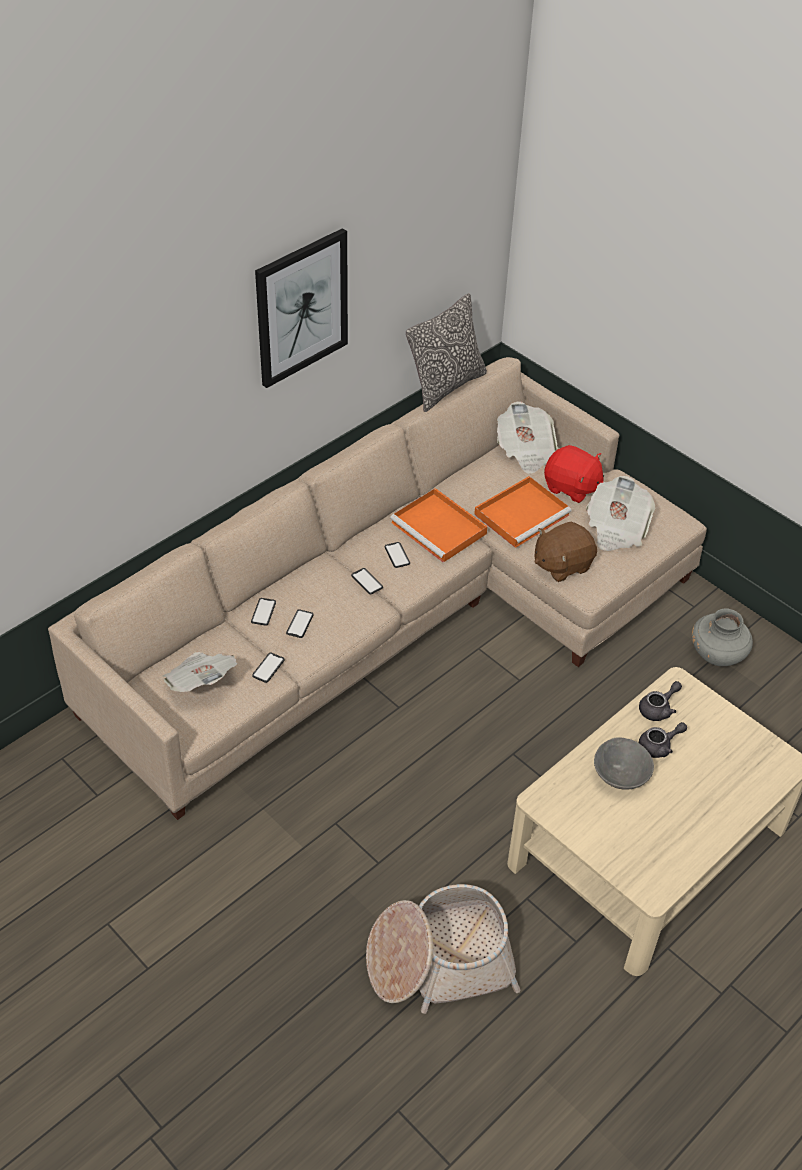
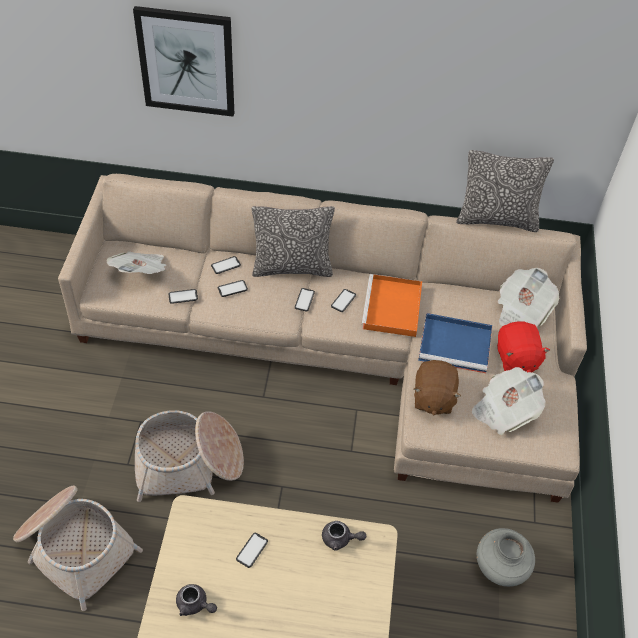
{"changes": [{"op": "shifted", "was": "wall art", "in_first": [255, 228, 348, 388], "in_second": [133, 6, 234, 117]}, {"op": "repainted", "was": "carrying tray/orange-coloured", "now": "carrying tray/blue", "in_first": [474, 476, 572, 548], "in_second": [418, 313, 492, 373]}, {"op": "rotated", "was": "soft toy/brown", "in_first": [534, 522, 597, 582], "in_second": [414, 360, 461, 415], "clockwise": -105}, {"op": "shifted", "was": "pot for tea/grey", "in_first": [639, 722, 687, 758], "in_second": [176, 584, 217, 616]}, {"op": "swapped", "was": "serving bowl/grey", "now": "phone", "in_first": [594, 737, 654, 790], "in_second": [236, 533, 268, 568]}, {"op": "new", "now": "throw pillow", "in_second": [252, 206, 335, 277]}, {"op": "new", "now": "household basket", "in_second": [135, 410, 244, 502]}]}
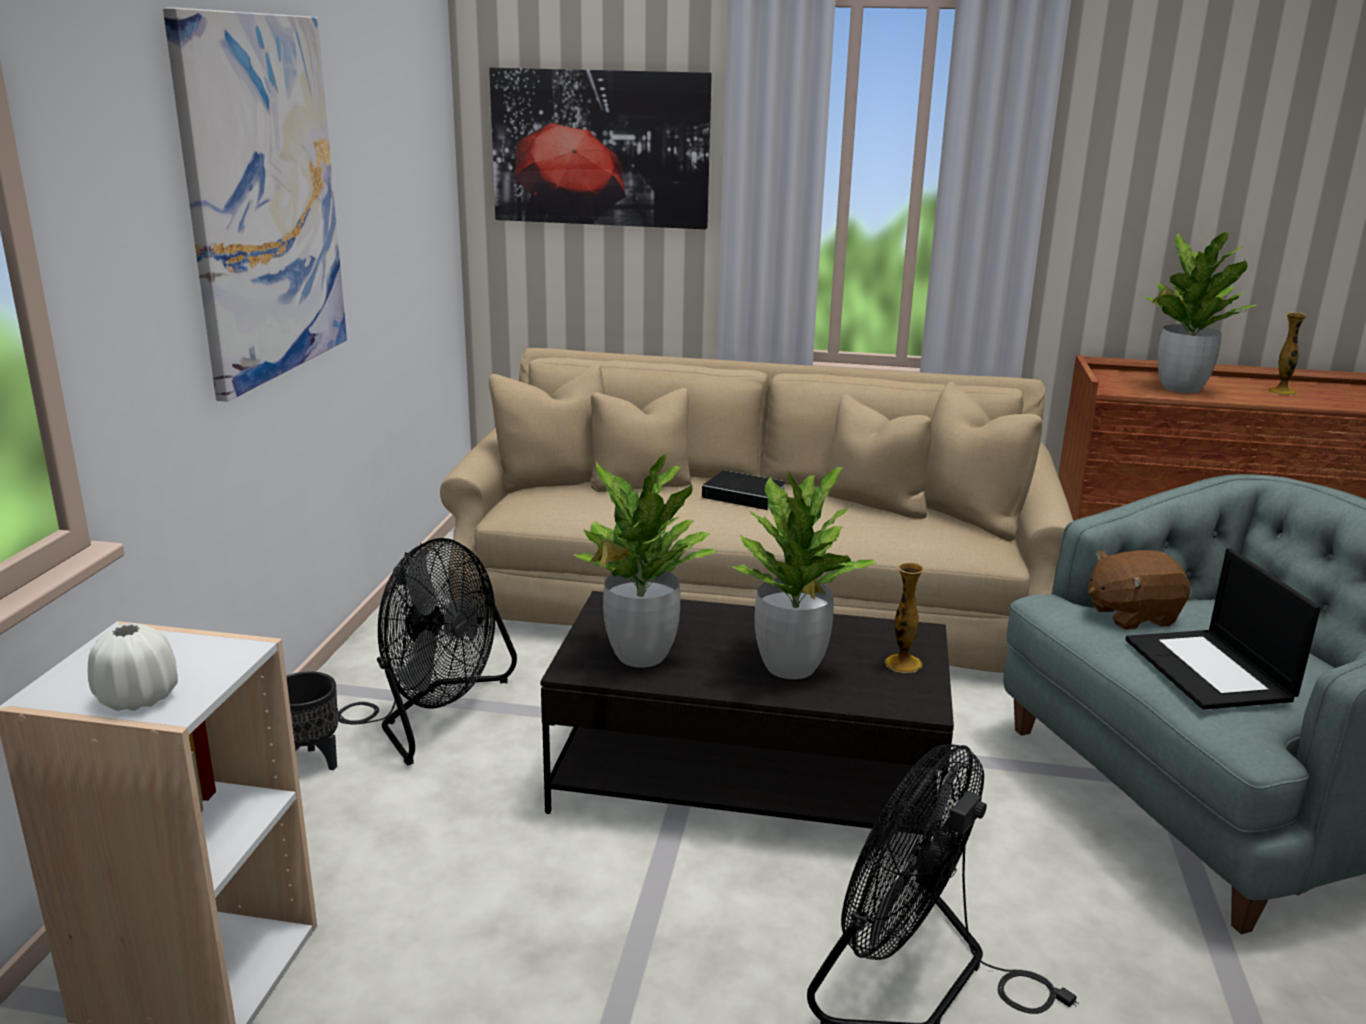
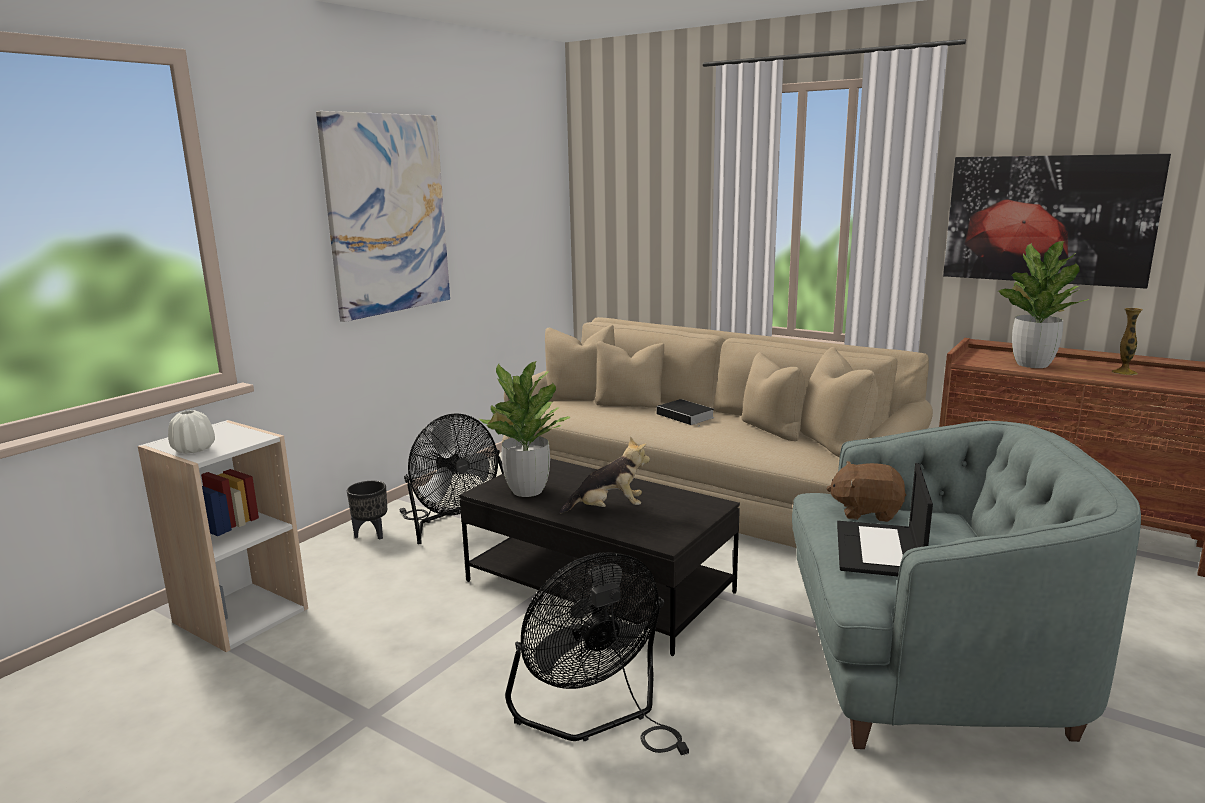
{"changes": [{"op": "shifted", "was": "wall art", "in_first": [489, 67, 712, 229], "in_second": [943, 154, 1171, 289]}, {"op": "swapped", "was": "potted plant", "now": "soft toy", "in_first": [730, 467, 876, 679], "in_second": [559, 437, 650, 514]}, {"op": "gone", "was": "vase", "in_first": [885, 562, 924, 673]}]}
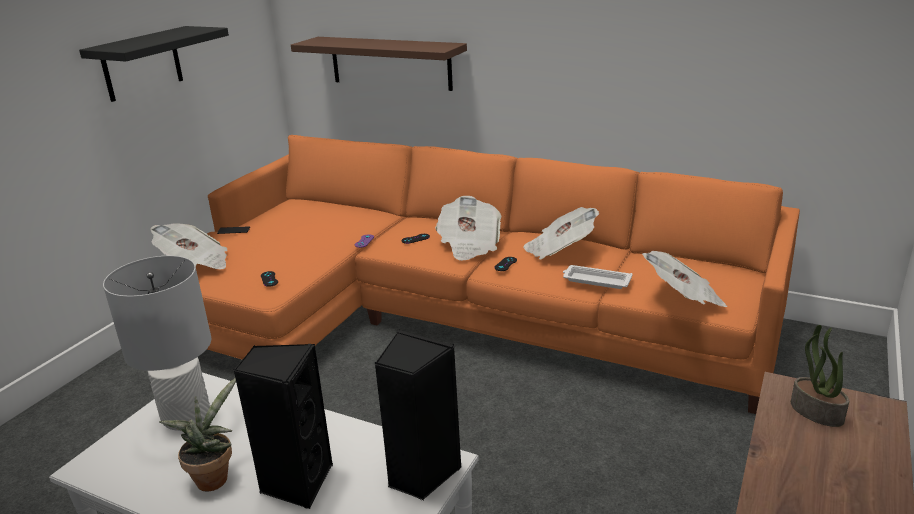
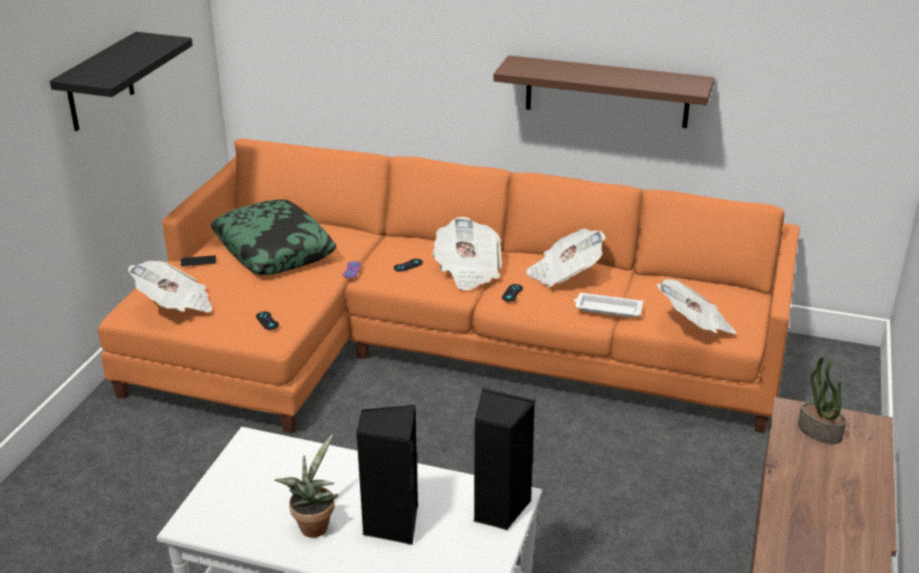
{"changes": [{"op": "shifted", "was": "shelf/brown", "in_first": [291, 37, 467, 91], "in_second": [493, 55, 715, 128]}, {"op": "gone", "was": "lamp for a table/grey", "in_first": [103, 256, 211, 431]}, {"op": "new", "now": "throw pillow", "in_second": [211, 200, 337, 275]}]}
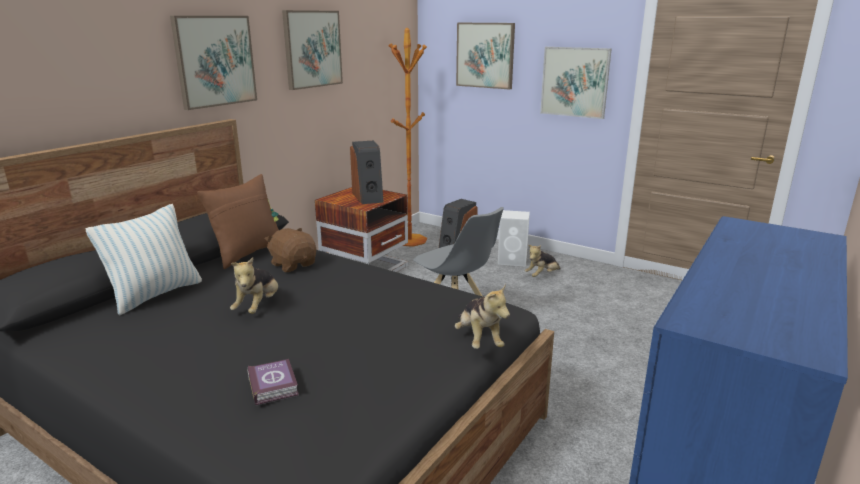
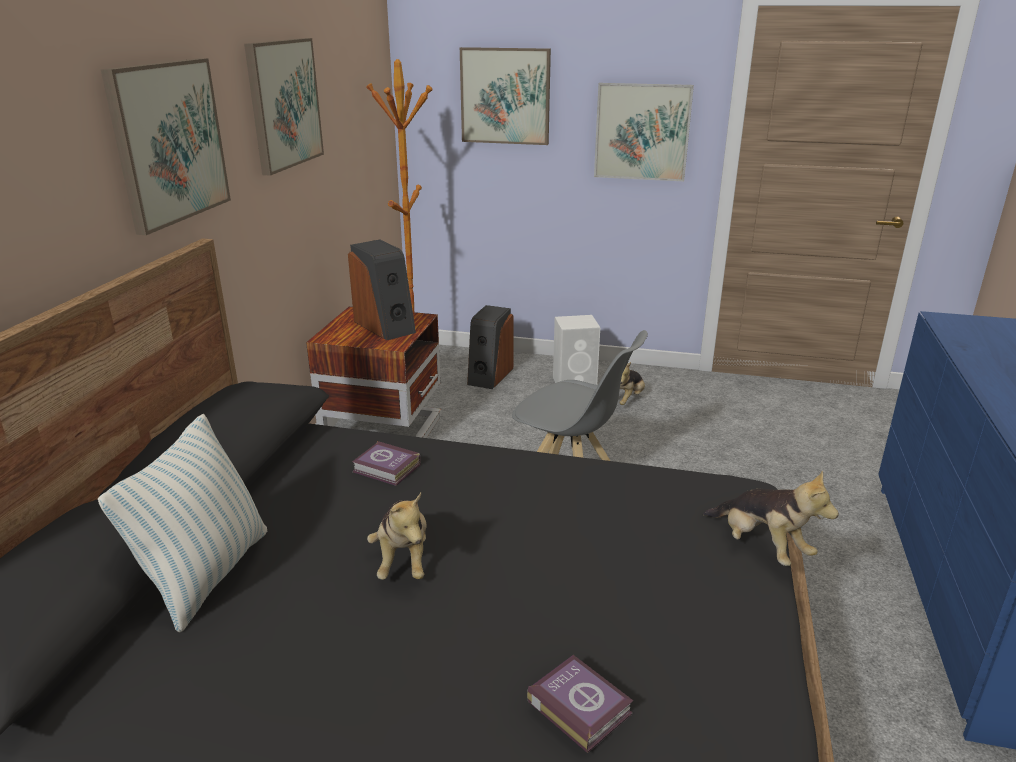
{"changes": [{"op": "gone", "was": "throw pillow/brown", "in_first": [197, 174, 279, 269]}, {"op": "swapped", "was": "soft toy/brown", "now": "book", "in_first": [265, 228, 316, 272], "in_second": [352, 441, 421, 486]}]}
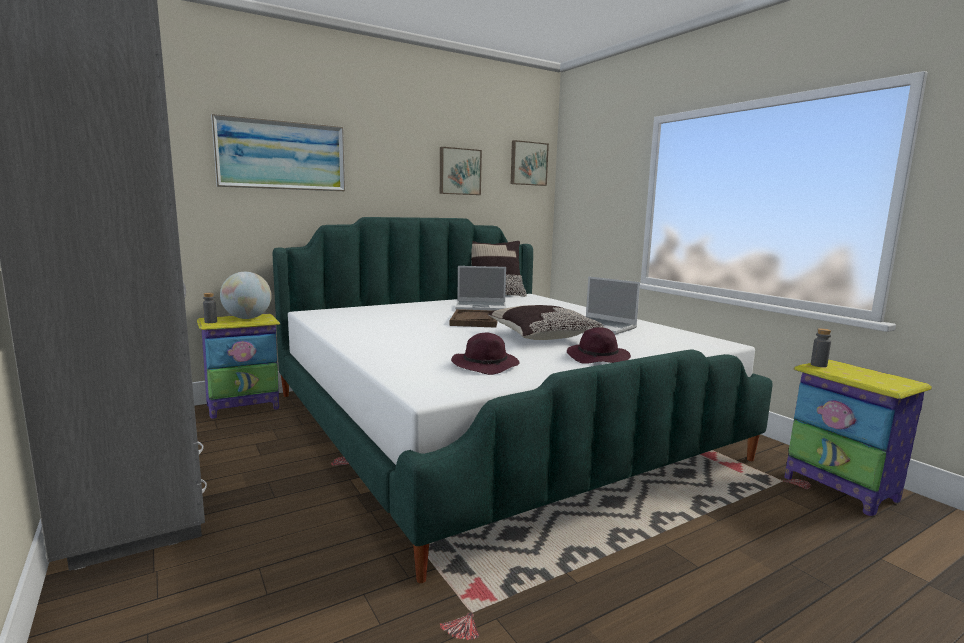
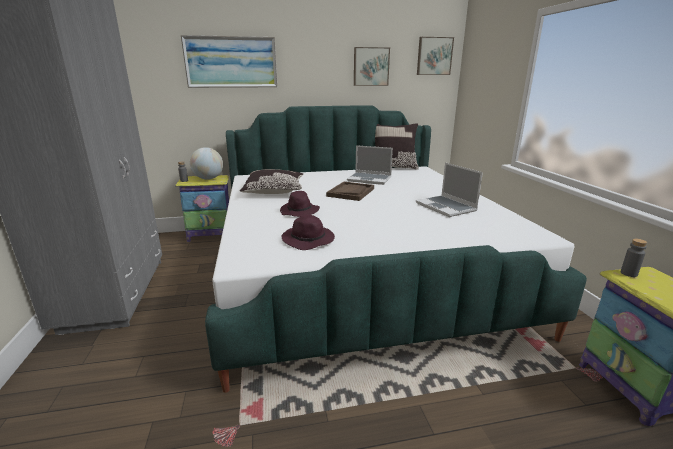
{"changes": [{"op": "shifted", "was": "throw pillow", "in_first": [488, 305, 604, 340], "in_second": [240, 169, 303, 194]}, {"op": "shifted", "was": "wearable hat/purplish", "in_first": [567, 327, 631, 364], "in_second": [280, 191, 320, 217]}]}
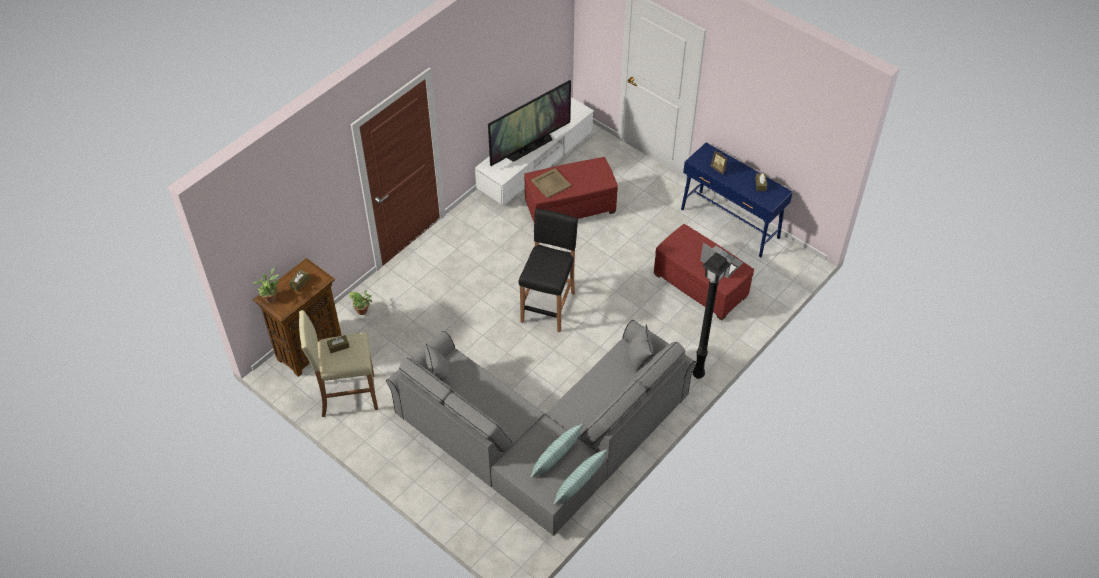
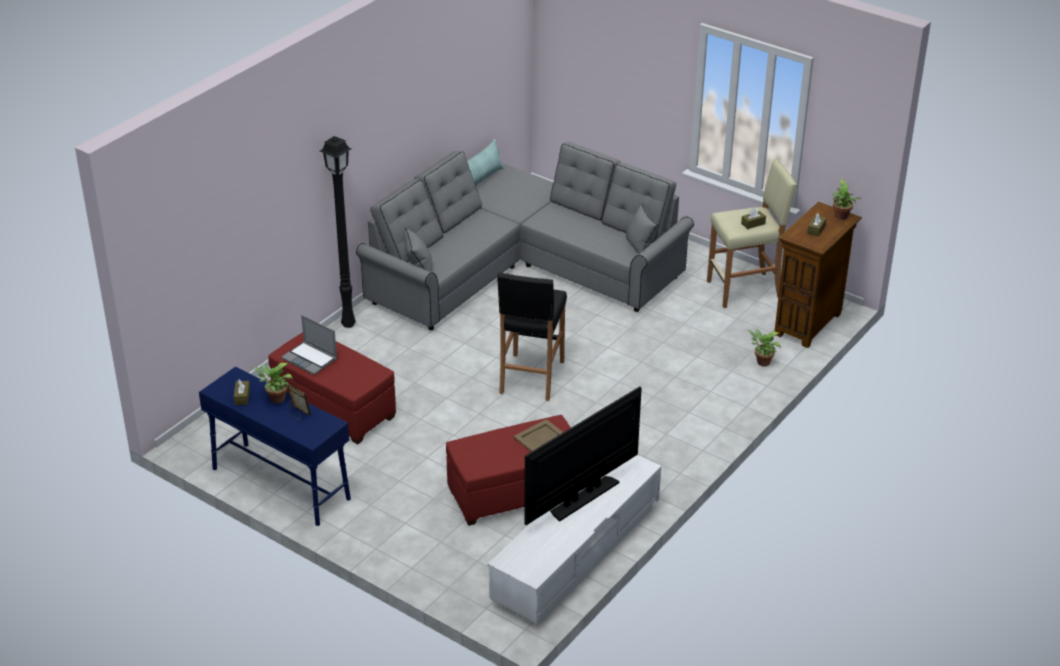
{"changes": [{"op": "gone", "was": "throw pillow", "in_first": [530, 424, 583, 478]}, {"op": "new", "now": "potted plant", "in_second": [252, 363, 293, 404]}]}
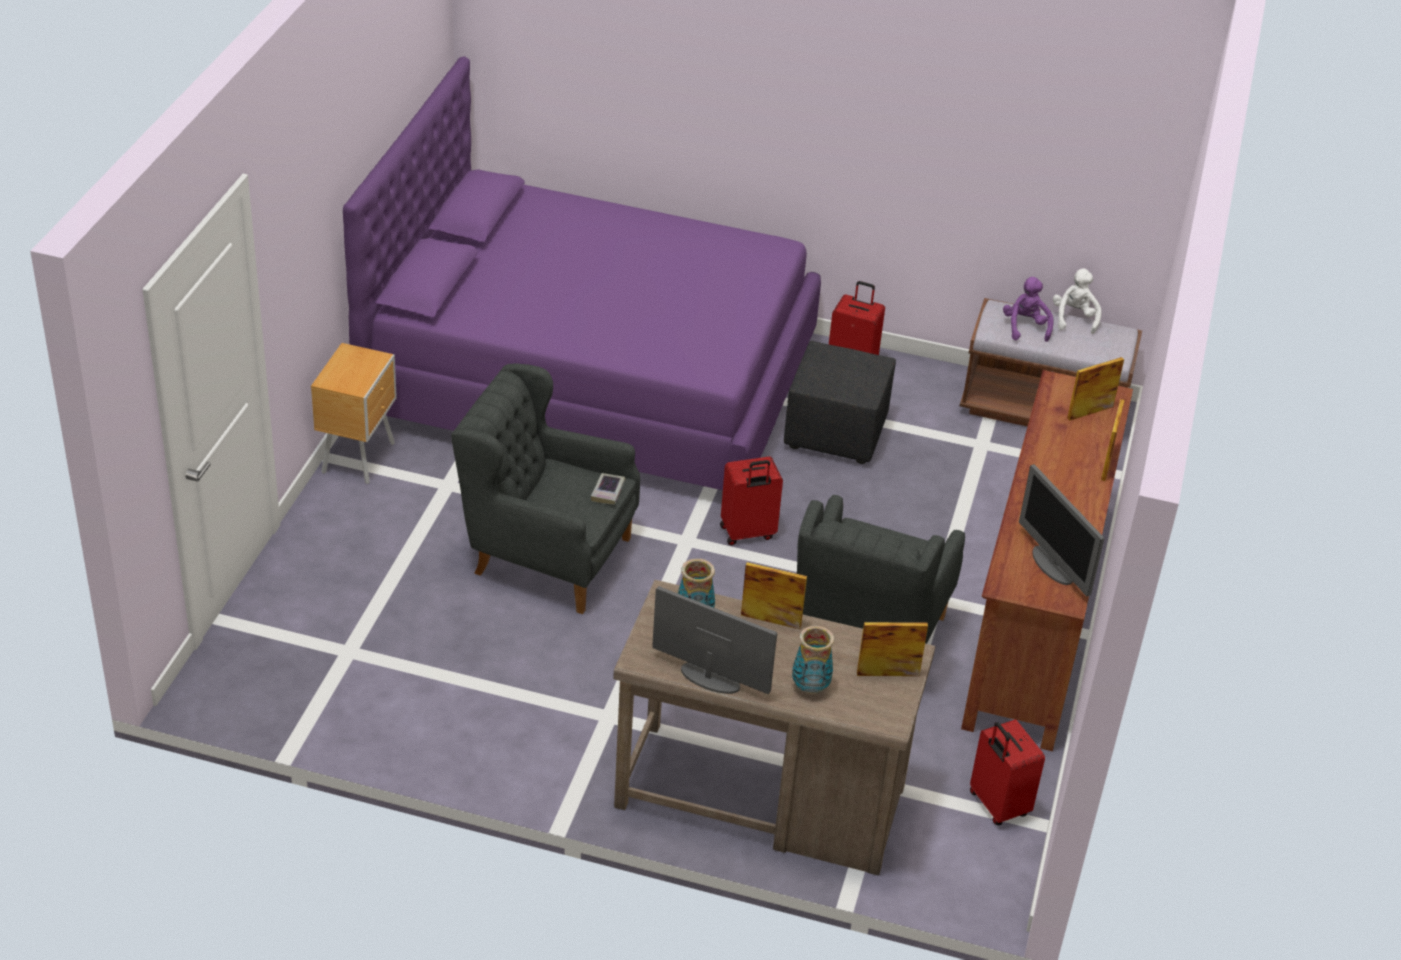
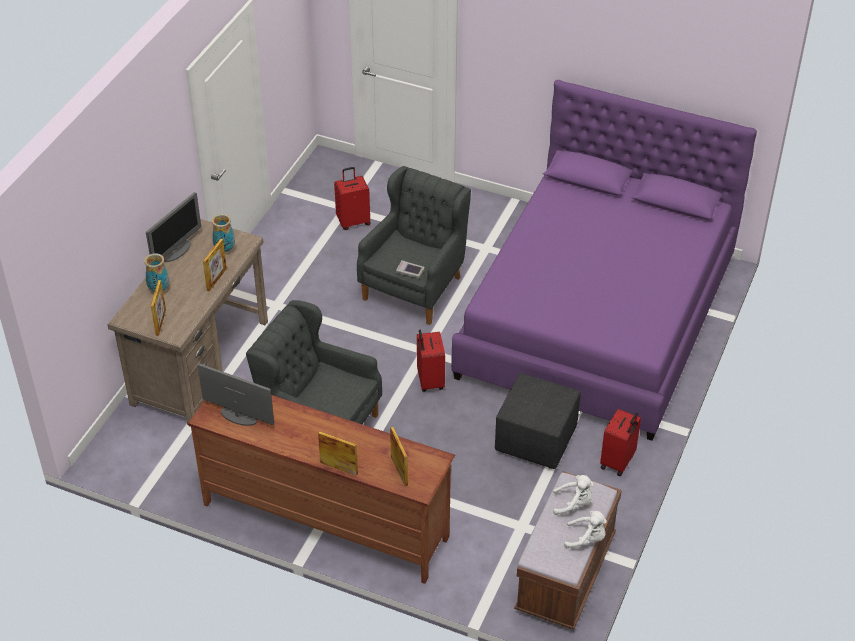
{"changes": [{"op": "repainted", "was": "soft toy/purplish", "now": "soft toy/white-coloured", "in_first": [1003, 277, 1053, 342], "in_second": [553, 475, 594, 515]}, {"op": "gone", "was": "night table/brown", "in_first": [311, 343, 397, 484]}, {"op": "rotated", "was": "monitor", "in_first": [1019, 464, 1104, 596], "in_second": [197, 363, 274, 426], "clockwise": 45}, {"op": "shifted", "was": "travel case/red-coloured", "in_first": [970, 719, 1045, 825], "in_second": [334, 167, 371, 230]}]}
